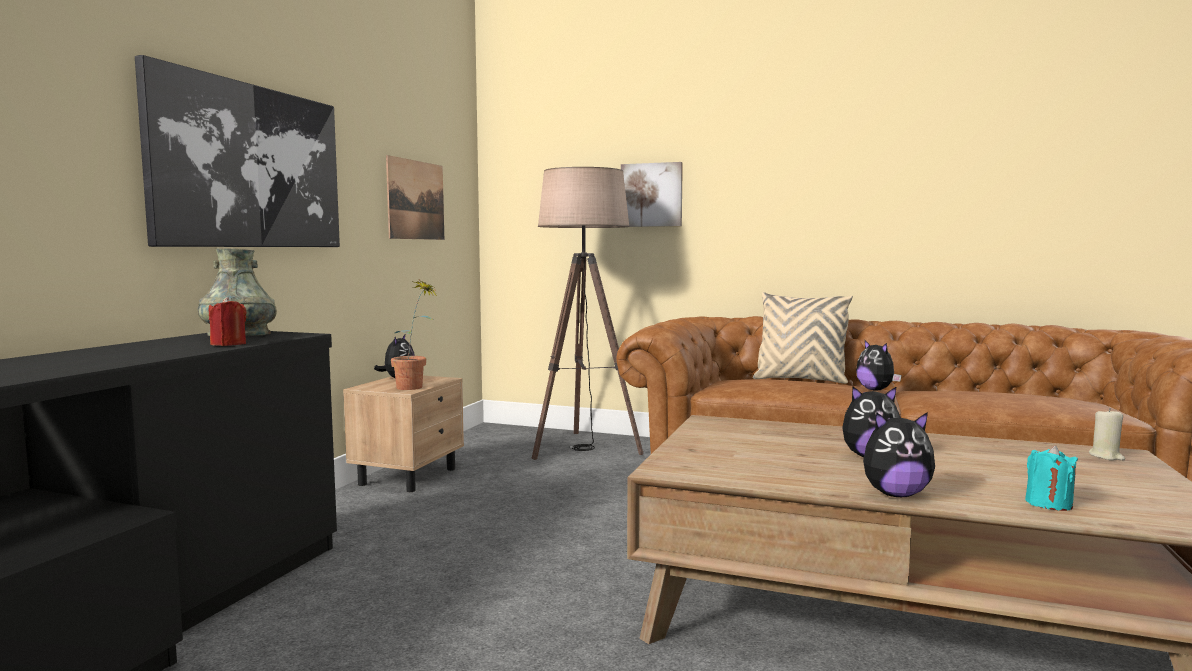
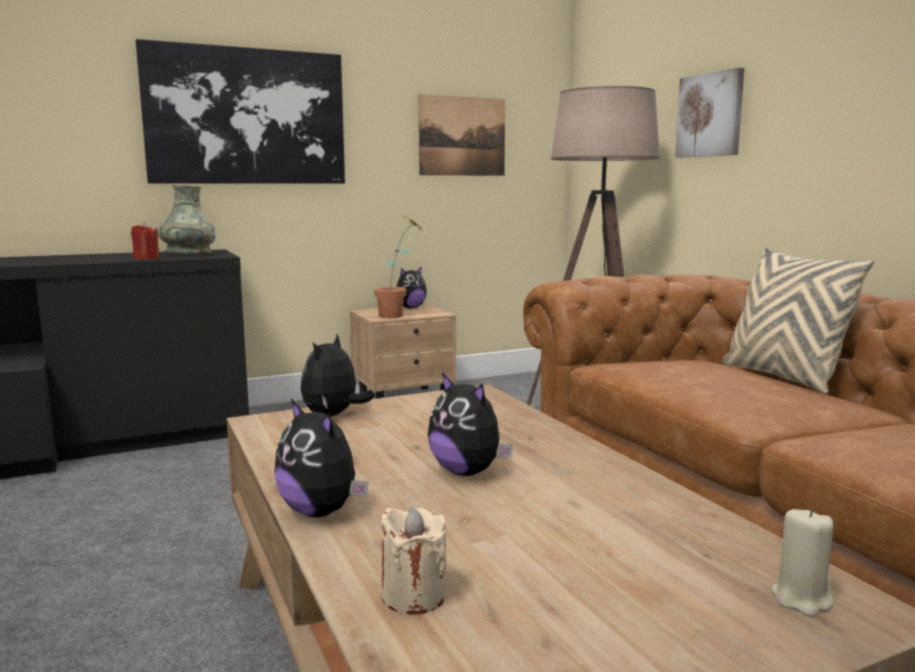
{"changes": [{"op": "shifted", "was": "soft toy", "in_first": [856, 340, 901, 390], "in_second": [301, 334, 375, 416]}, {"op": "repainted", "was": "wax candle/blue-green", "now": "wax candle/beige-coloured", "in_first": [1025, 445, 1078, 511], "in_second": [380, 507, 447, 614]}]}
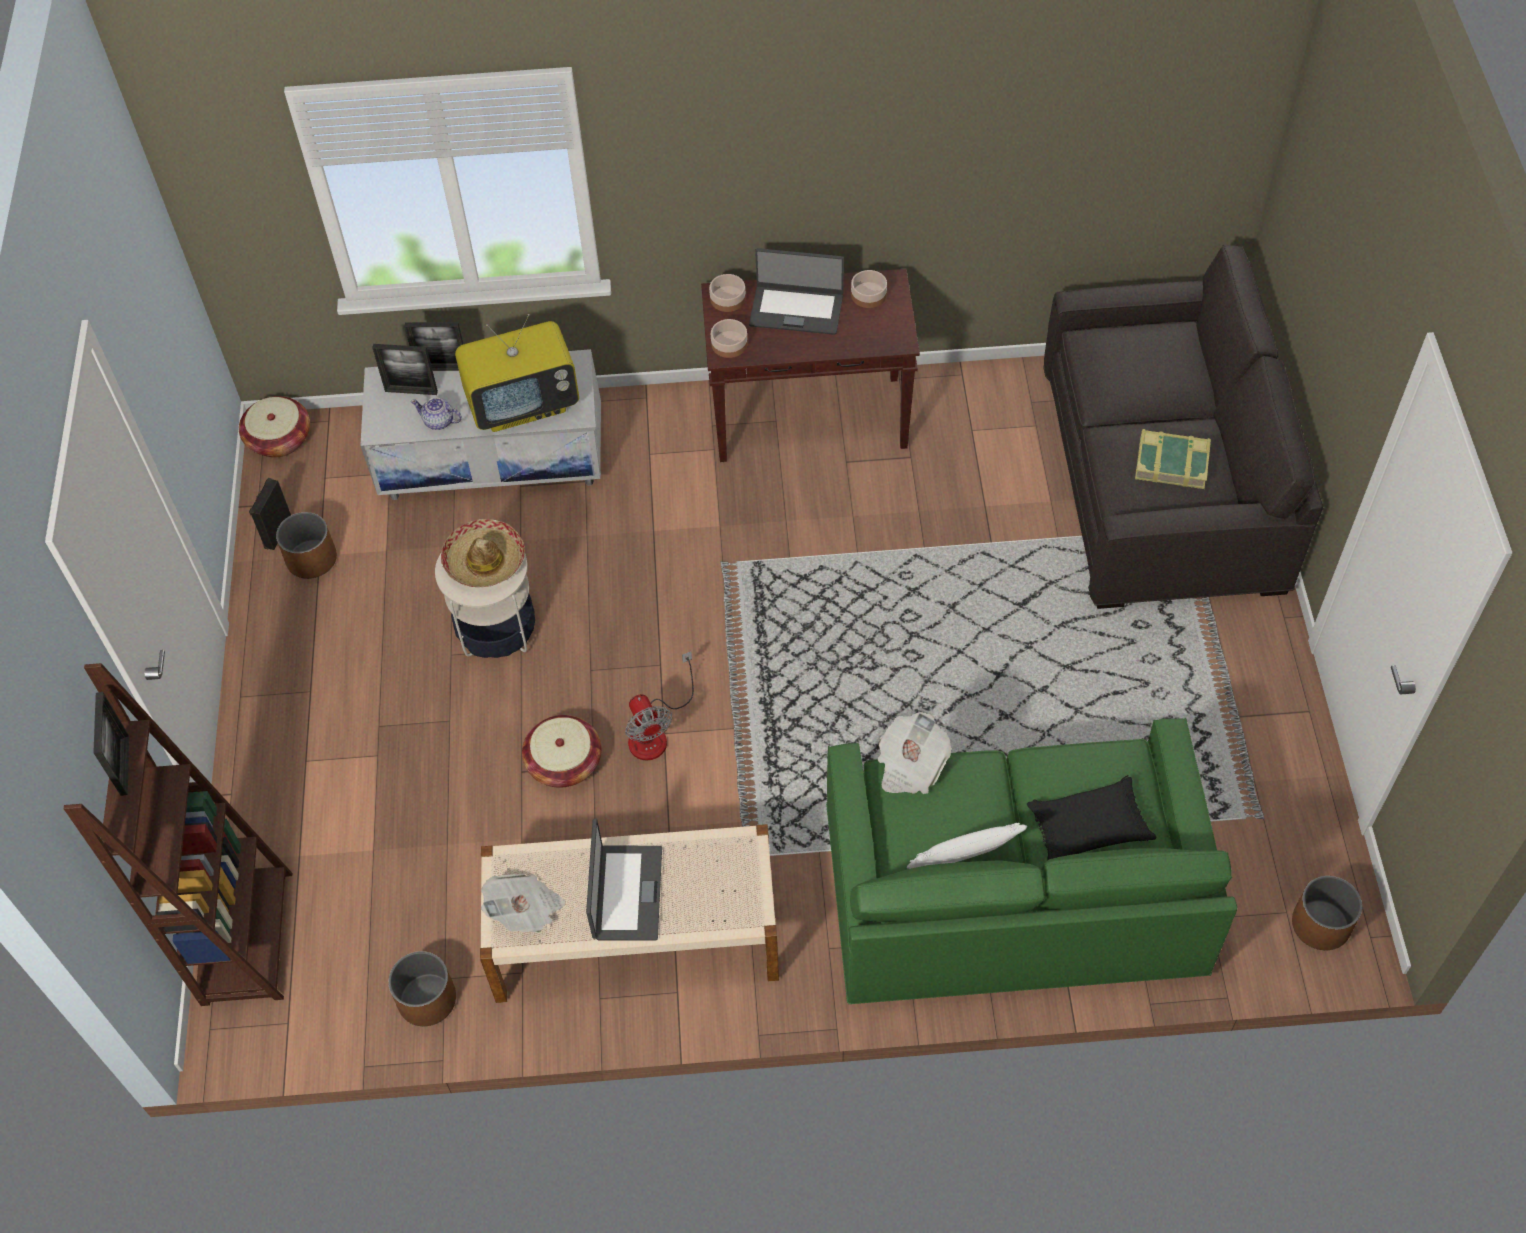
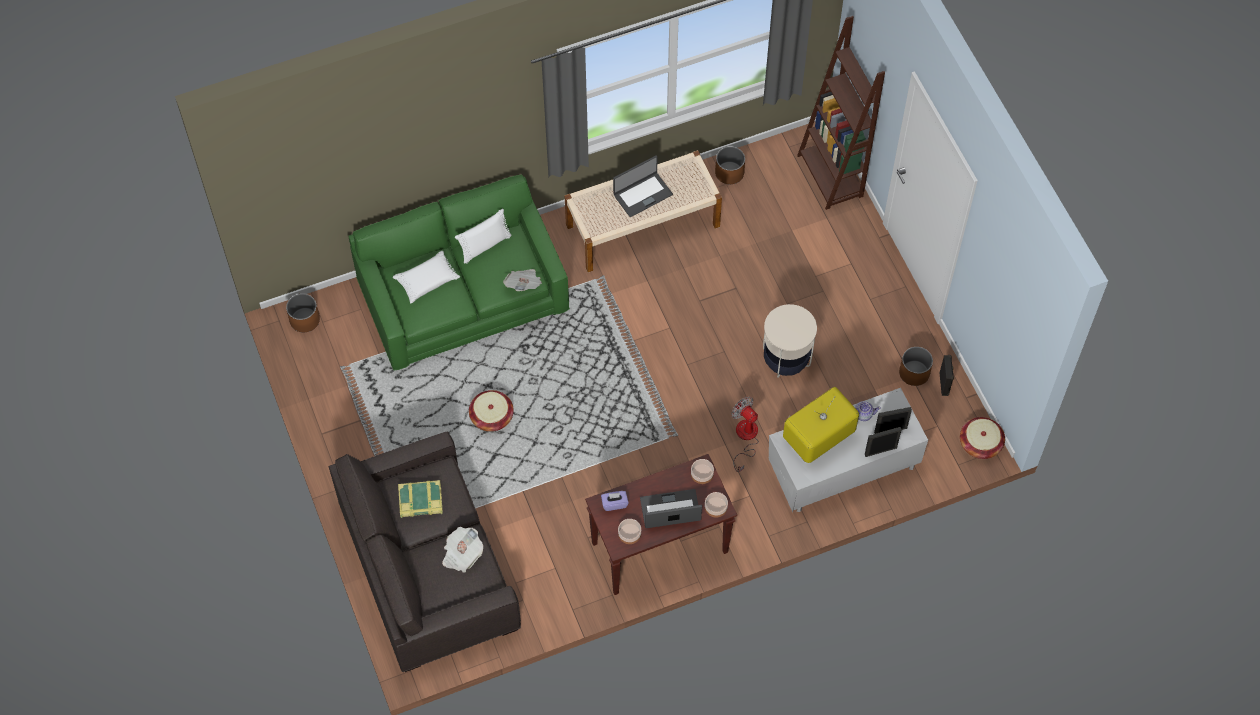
{"changes": [{"op": "gone", "was": "wearable hat", "in_first": [441, 519, 525, 587]}, {"op": "shifted", "was": "fan", "in_first": [625, 651, 694, 761], "in_second": [731, 397, 759, 472]}, {"op": "gone", "was": "picture frame", "in_first": [93, 692, 129, 796]}, {"op": "shifted", "was": "household basket", "in_first": [522, 715, 602, 787], "in_second": [469, 390, 514, 432]}, {"op": "repainted", "was": "throw pillow/black-coloured", "now": "throw pillow/white-coloured", "in_first": [1027, 775, 1156, 861], "in_second": [393, 251, 460, 303]}, {"op": "rotated", "was": "notebook computer", "in_first": [586, 818, 662, 941], "in_second": [613, 155, 673, 217], "clockwise": -105}, {"op": "shifted", "was": "printed paper", "in_first": [481, 874, 566, 933], "in_second": [442, 527, 483, 573]}, {"op": "new", "now": "tissue holder/purplish", "in_second": [601, 491, 629, 511]}]}
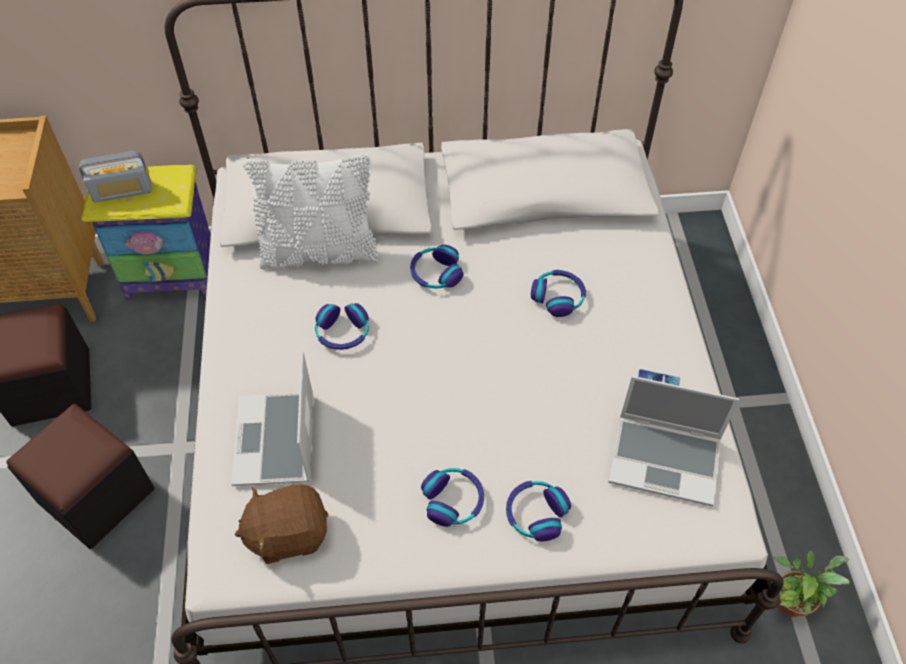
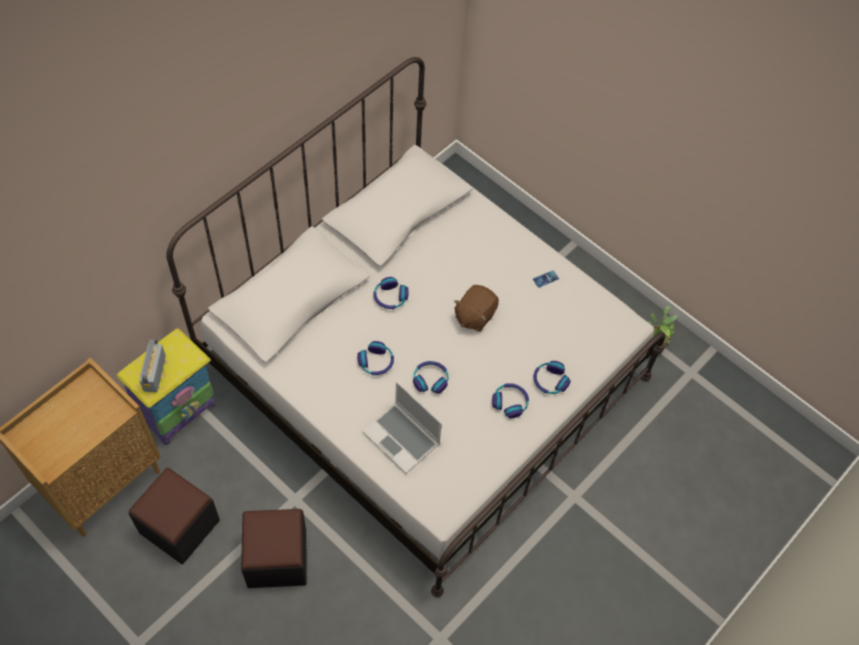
{"changes": [{"op": "rotated", "was": "radio", "in_first": [79, 151, 152, 203], "in_second": [139, 339, 166, 393], "clockwise": 150}, {"op": "gone", "was": "throw pillow/white-coloured", "in_first": [243, 154, 378, 269]}, {"op": "shifted", "was": "headphones", "in_first": [531, 270, 586, 317], "in_second": [413, 361, 448, 394]}, {"op": "gone", "was": "notebook computer", "in_first": [608, 376, 739, 506]}, {"op": "shifted", "was": "soft toy/brown", "in_first": [235, 484, 328, 564], "in_second": [454, 285, 499, 332]}]}
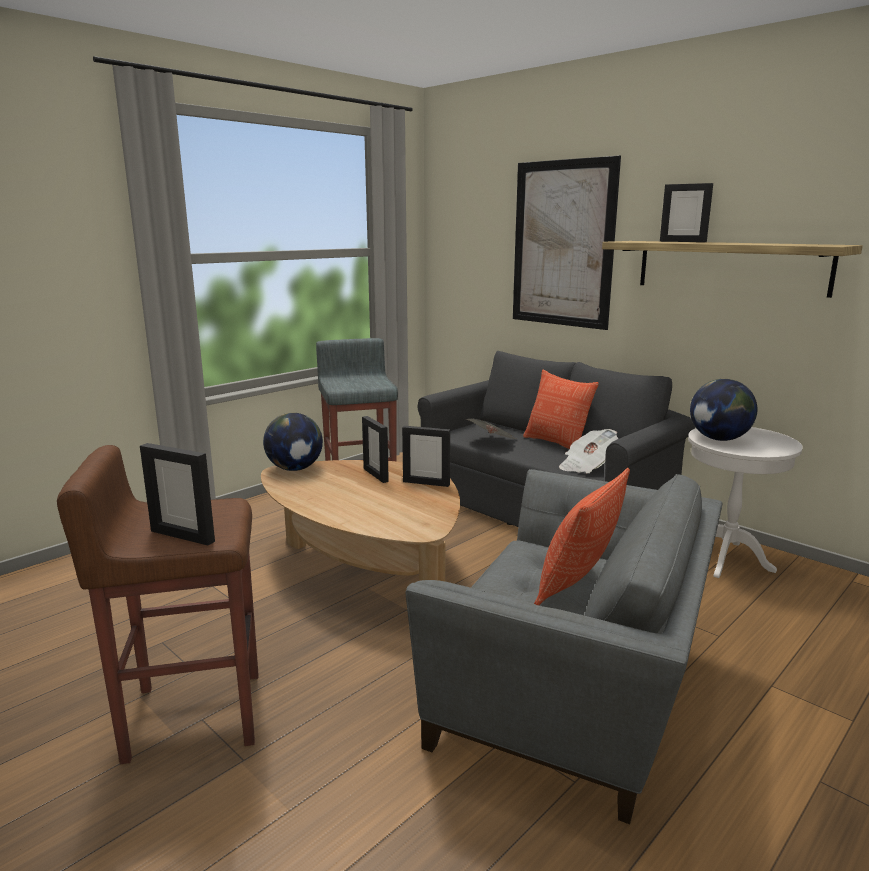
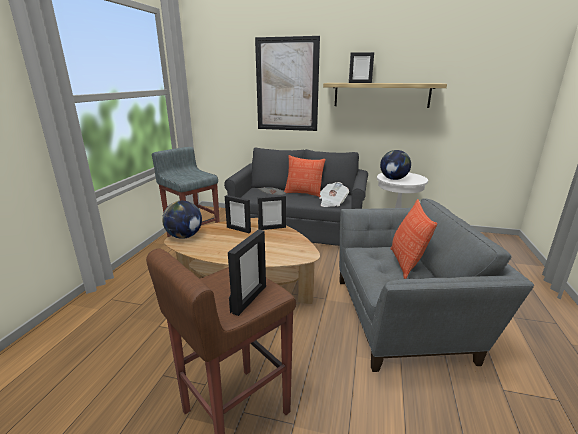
{"changes": [{"op": "rotated", "was": "picture frame", "in_first": [140, 443, 215, 545], "in_second": [228, 229, 266, 316], "clockwise": -60}]}
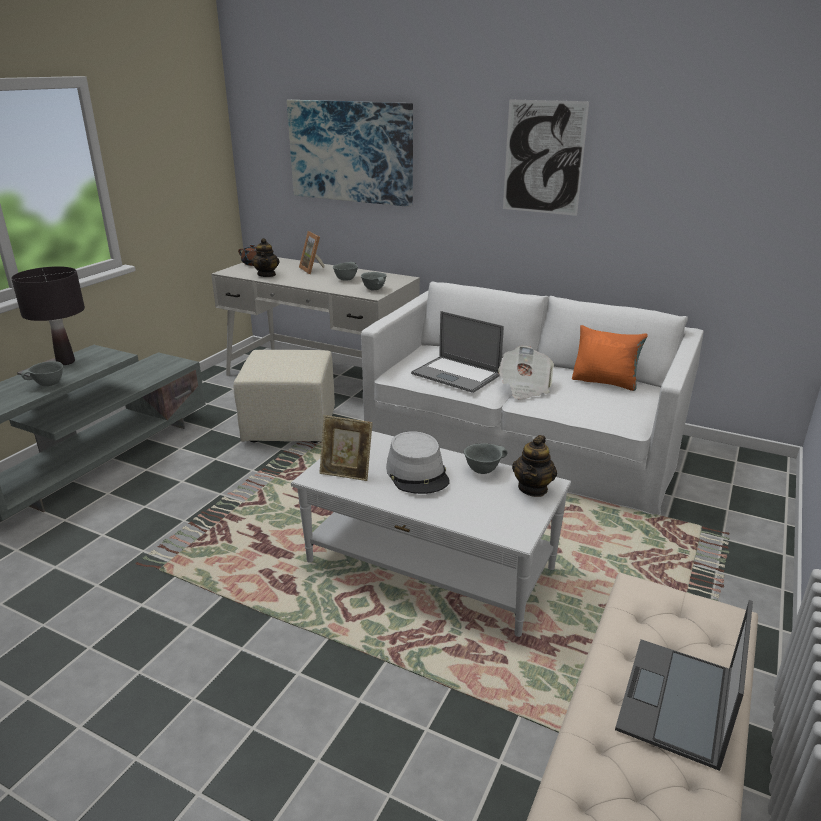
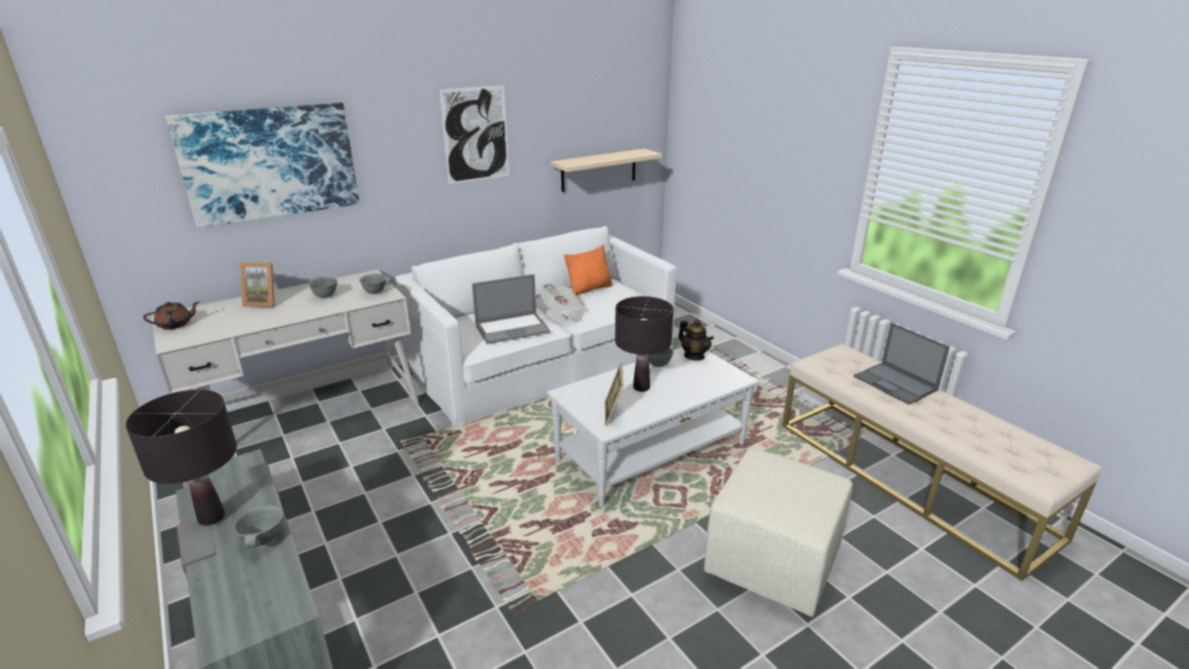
{"changes": [{"op": "gone", "was": "pot for tea", "in_first": [251, 238, 279, 277]}, {"op": "shifted", "was": "footrest/beige-coloured", "in_first": [234, 350, 335, 443], "in_second": [704, 448, 853, 617]}, {"op": "rotated", "was": "picture frame", "in_first": [319, 415, 373, 481], "in_second": [605, 363, 623, 426], "clockwise": 135}, {"op": "swapped", "was": "wearable hat/grey", "now": "lamp for a table/black-coloured", "in_first": [386, 431, 450, 494], "in_second": [615, 296, 674, 392]}, {"op": "new", "now": "shelf/beige-coloured", "in_second": [551, 149, 662, 192]}]}
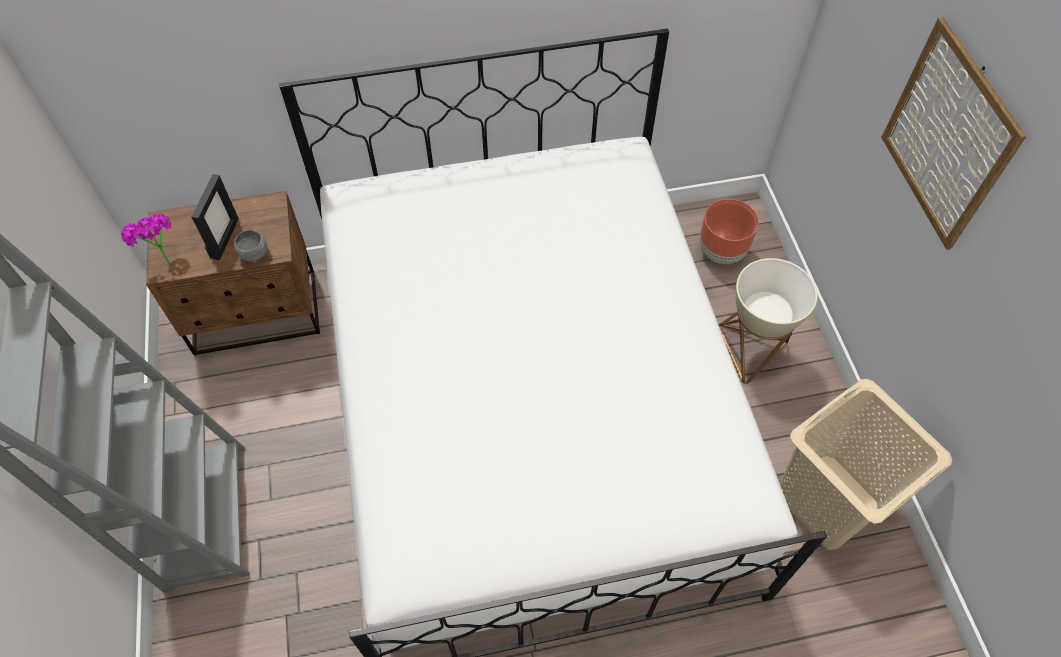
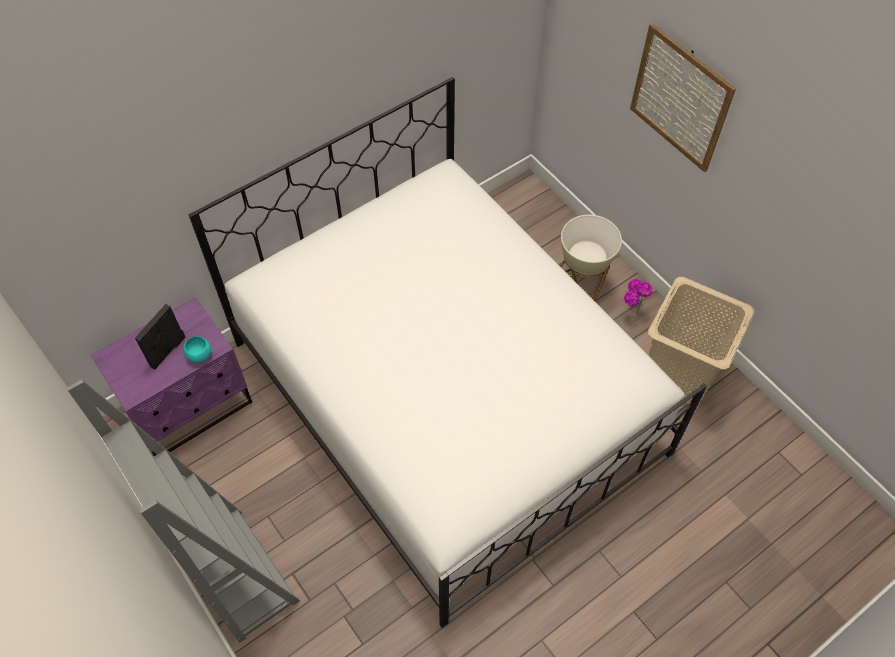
{"changes": [{"op": "rotated", "was": "picture frame", "in_first": [192, 174, 239, 260], "in_second": [135, 304, 186, 370], "clockwise": -135}, {"op": "repainted", "was": "night table/brown", "now": "night table/purplish", "in_first": [146, 191, 320, 356], "in_second": [91, 297, 252, 456]}, {"op": "gone", "was": "plant pot/brown", "in_first": [700, 199, 759, 264]}, {"op": "shifted", "was": "potted plant", "in_first": [121, 214, 172, 267], "in_second": [624, 279, 652, 314]}, {"op": "repainted", "was": "serving bowl/grey", "now": "serving bowl/blue-green", "in_first": [234, 230, 267, 261], "in_second": [183, 336, 211, 362]}]}
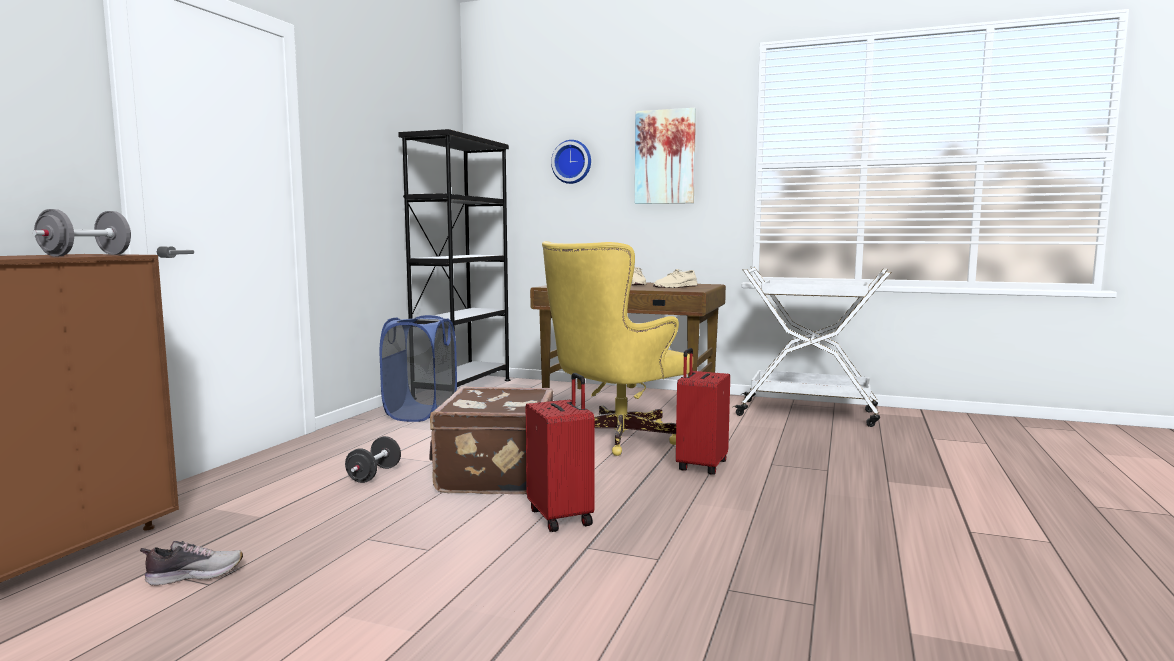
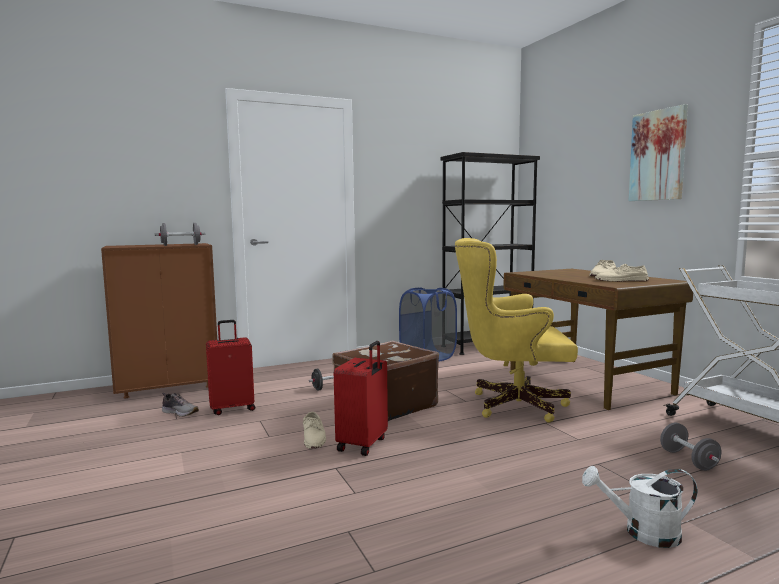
{"changes": [{"op": "gone", "was": "clock on the wall", "in_first": [551, 140, 591, 184]}, {"op": "shifted", "was": "travel case/red-coloured", "in_first": [676, 348, 730, 475], "in_second": [206, 320, 255, 415]}, {"op": "new", "now": "low shoe/beige-coloured", "in_second": [303, 412, 326, 448]}, {"op": "new", "now": "free weight/grey", "in_second": [660, 423, 721, 471]}, {"op": "new", "now": "watering pot/white-coloured", "in_second": [582, 466, 697, 548]}]}
